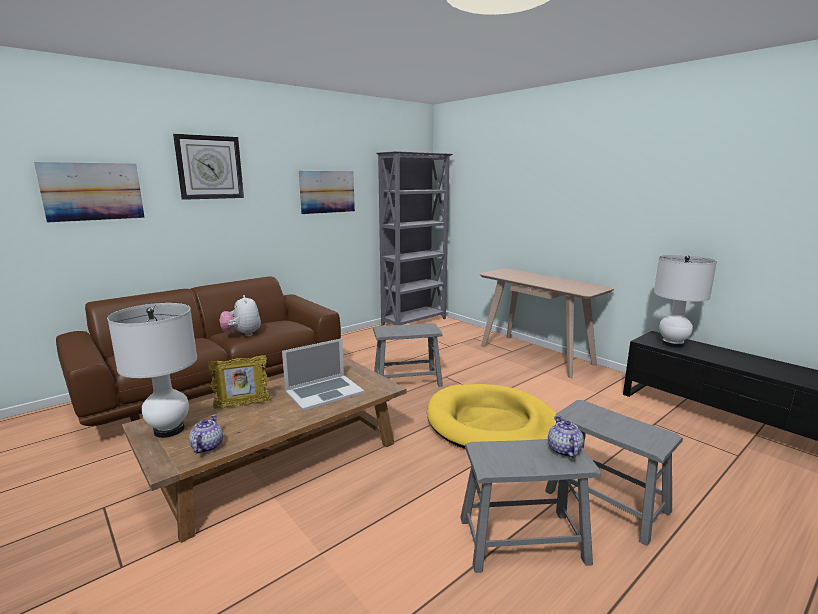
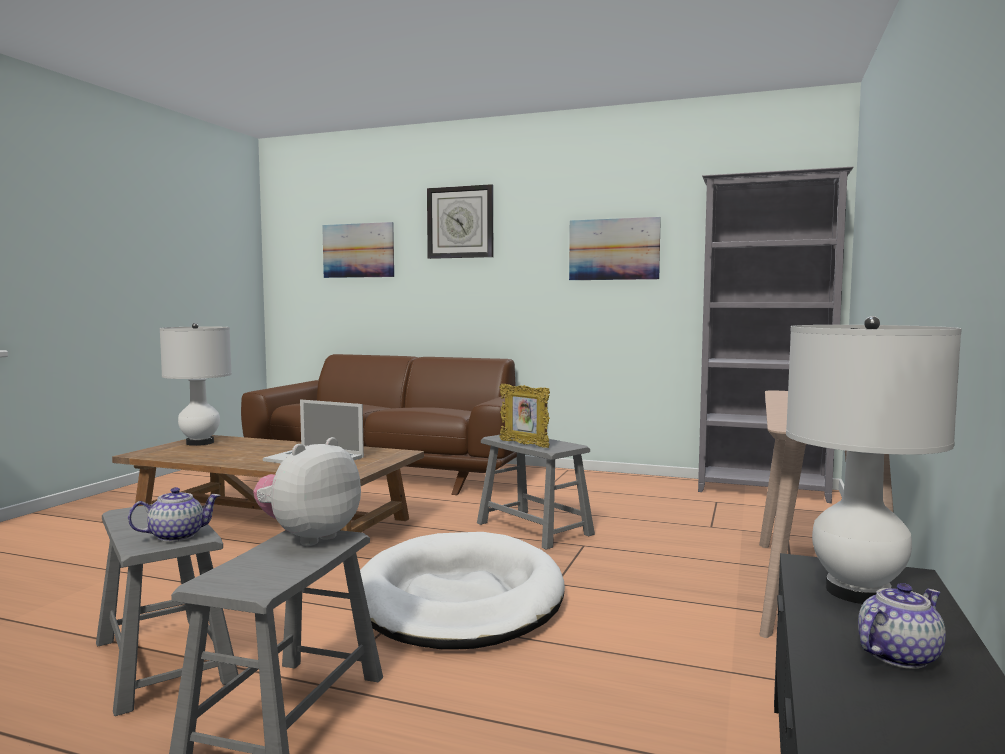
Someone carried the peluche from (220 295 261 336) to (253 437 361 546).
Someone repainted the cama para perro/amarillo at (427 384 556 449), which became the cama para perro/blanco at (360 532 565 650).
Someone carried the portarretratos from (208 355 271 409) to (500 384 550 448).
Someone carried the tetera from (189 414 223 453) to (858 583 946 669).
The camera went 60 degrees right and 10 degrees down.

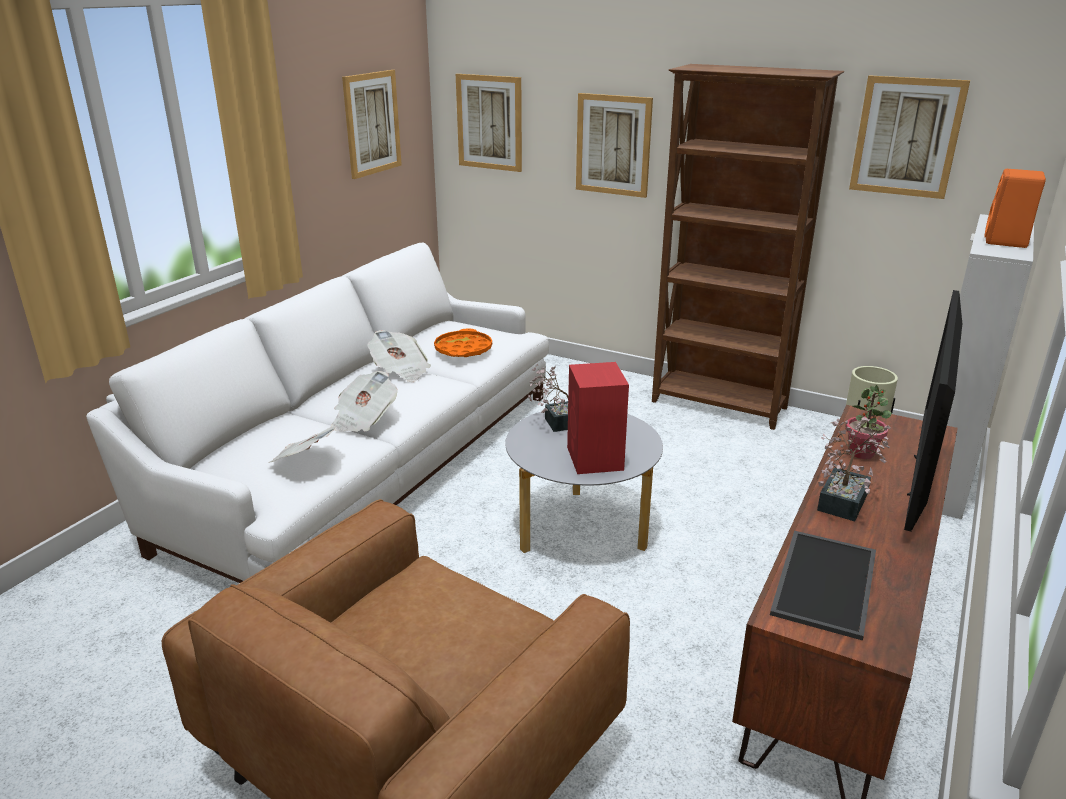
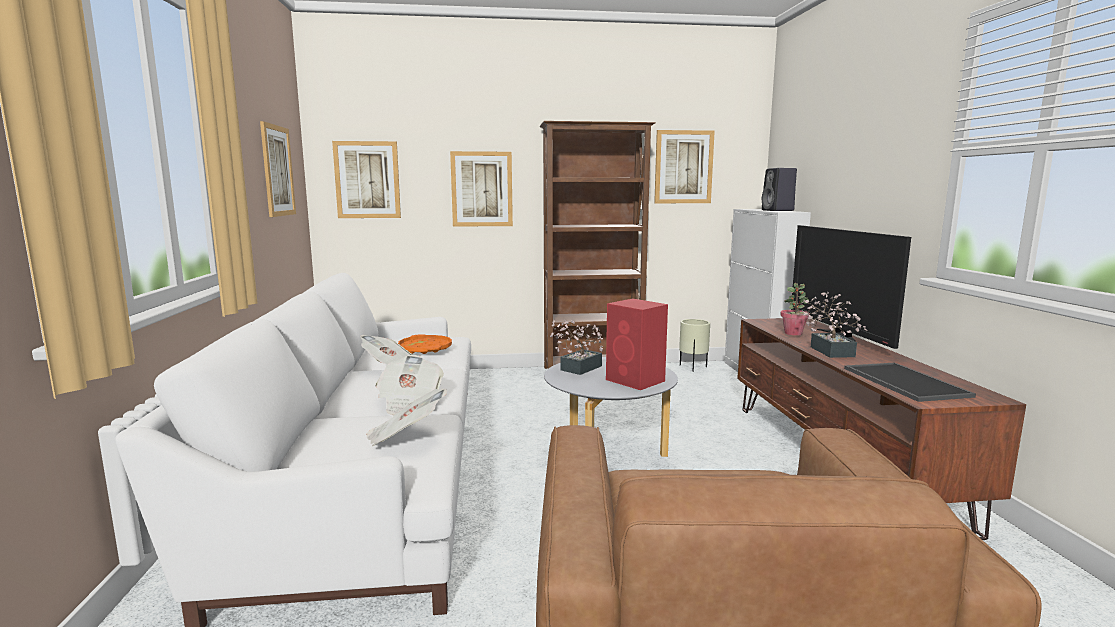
Someone repainted the altavoz/naranja at (984 169 1046 248), which became the altavoz/negro at (762 168 797 211).
The camera went 35 degrees left and 15 degrees down.

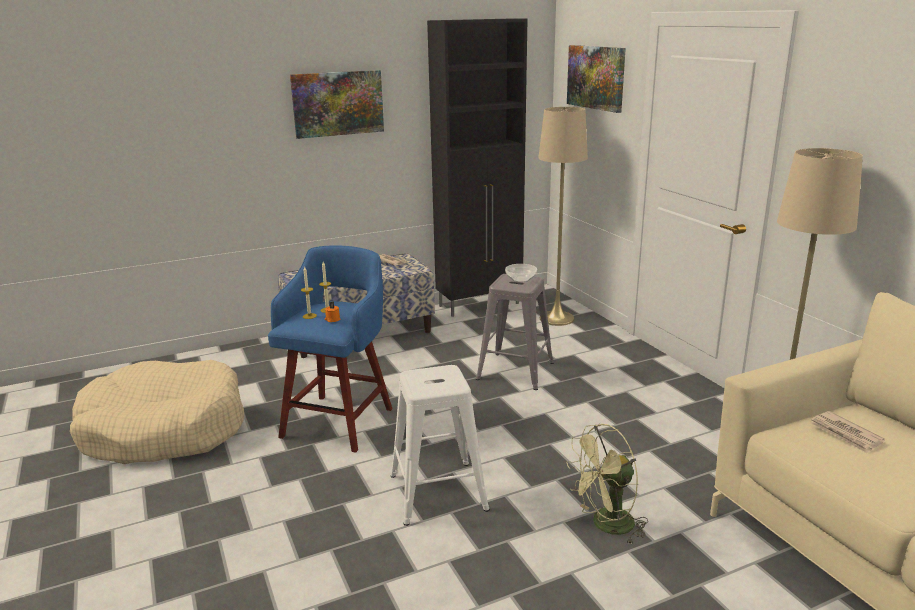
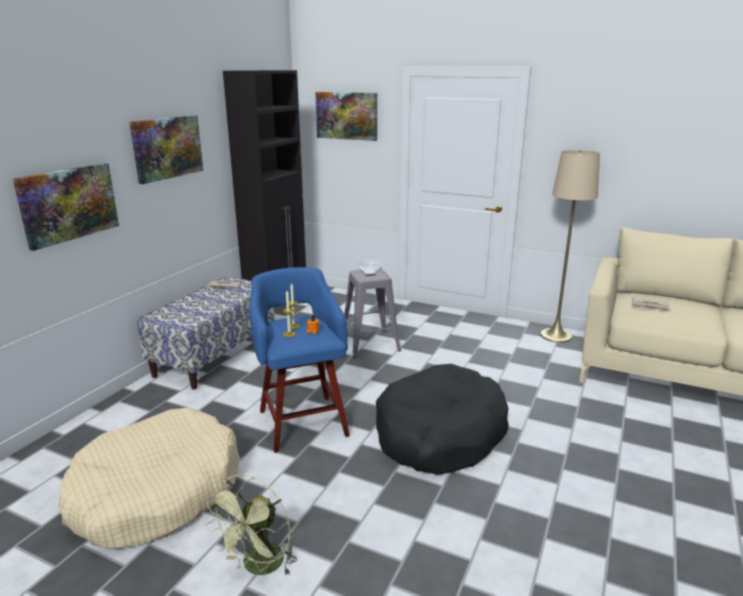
Someone put up the cuadro at (13 163 119 251).
Someone carried the ventilador/verde from (566 424 648 544) to (206 475 297 576).
Someone swapped the taburete/blanco at (390 365 490 526) for the cama para perro/negro at (376 364 509 475).
Someone took away the lámpara de pie/beis at (538 107 588 326).
The camera went 40 degrees left and 0 degrees up.

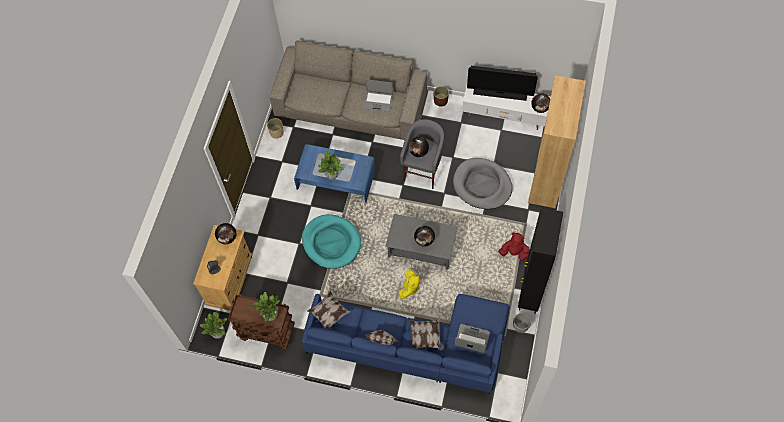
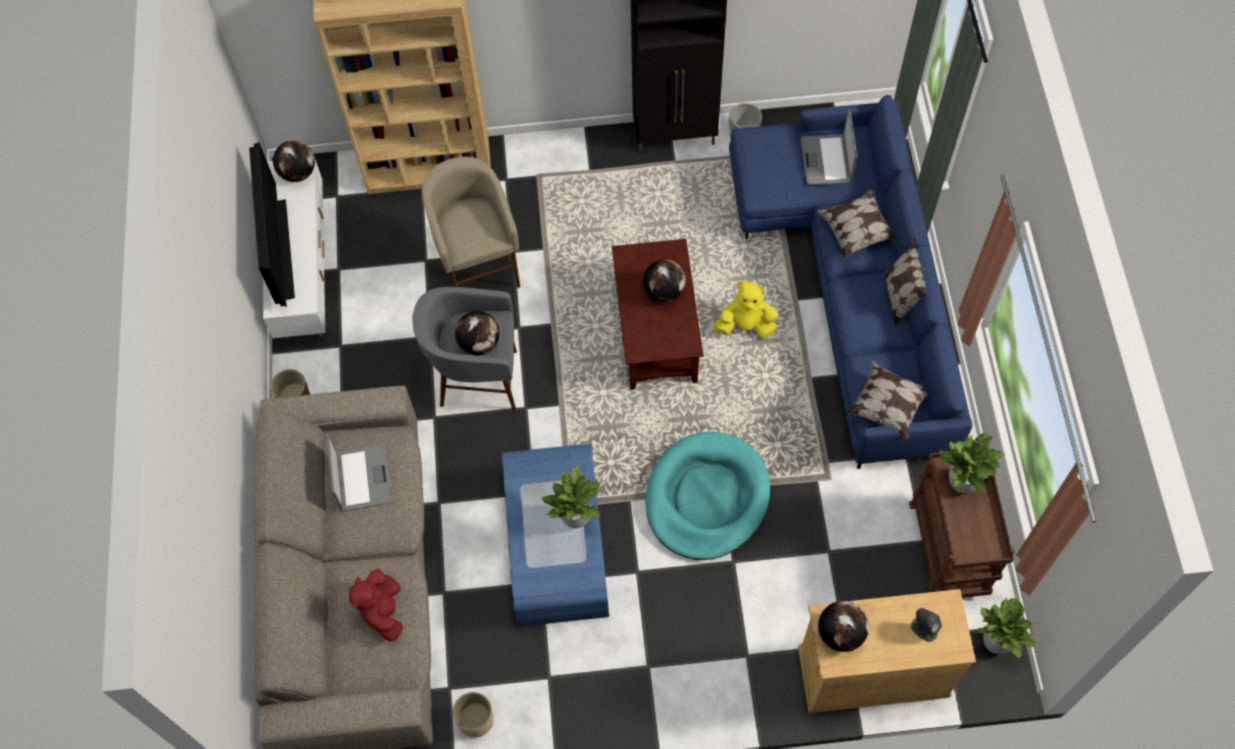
Someone carried the peluche/rojo from (498 233 530 261) to (349 569 403 641).
Someone swapped the cama para perro/gris at (453 158 513 209) for the taburete/beis at (422 157 520 288).
Someone repainted the mesa de centro/gris at (386 214 457 270), which became the mesa de centro/marrón at (612 239 704 390).
The camera went 110 degrees left and 0 degrees up.

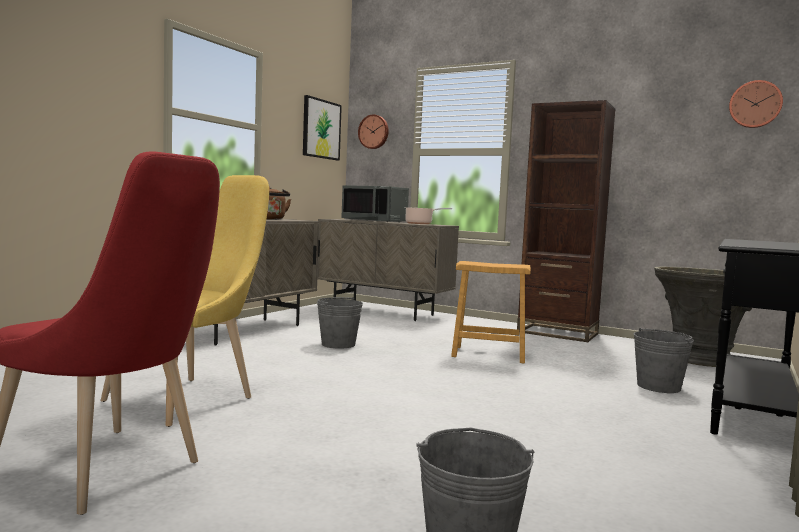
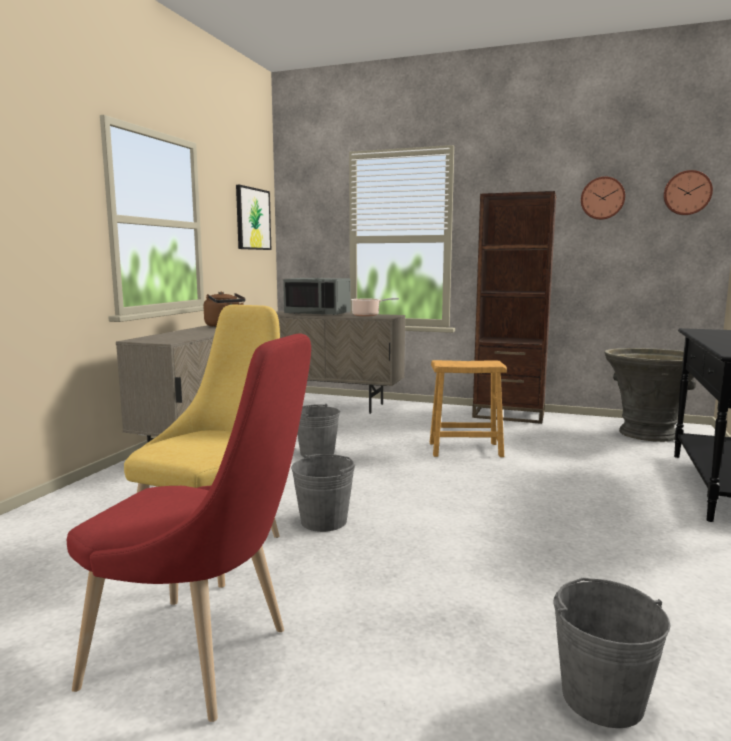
Someone carried the cubo/gris from (634 328 694 393) to (291 454 355 532).
Someone carried the reloj de pared from (358 114 389 149) to (581 177 625 220).
The camera went 10 degrees left and 5 degrees up.

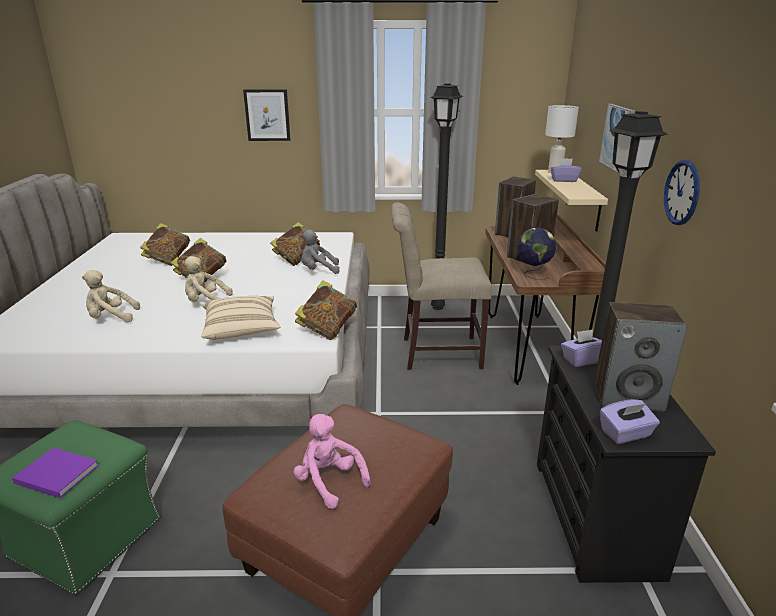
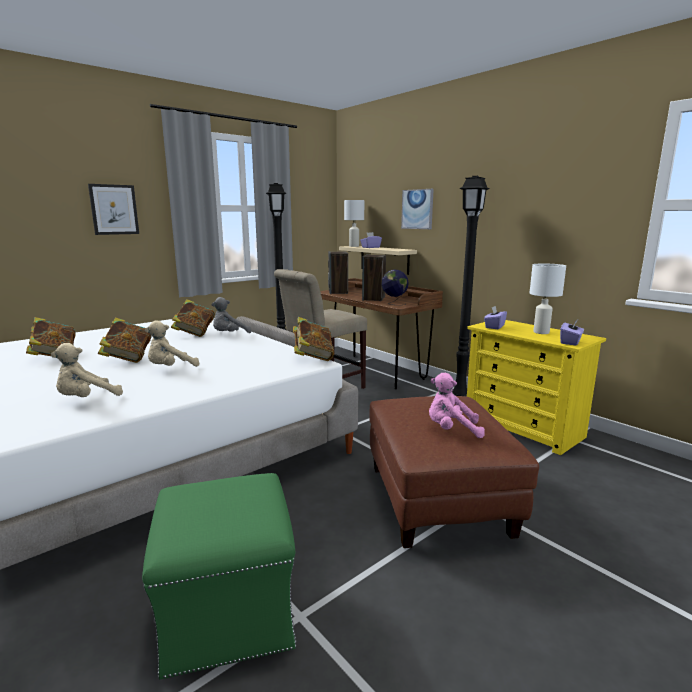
Someone repainted the cómoda/negro at (537 346 716 583), which became the cómoda/amarillo at (467 320 606 455).
Someone swapped the altavoz at (594 302 687 411) for the lámpara de mesa/blanco at (530 263 566 334).
Someone took away the libro/morado at (12 448 99 498).
Someone took away the cojín/beis at (201 296 280 340).
Someone took away the reloj de pared at (664 160 700 225).
The camera went 40 degrees left and 10 degrees down.

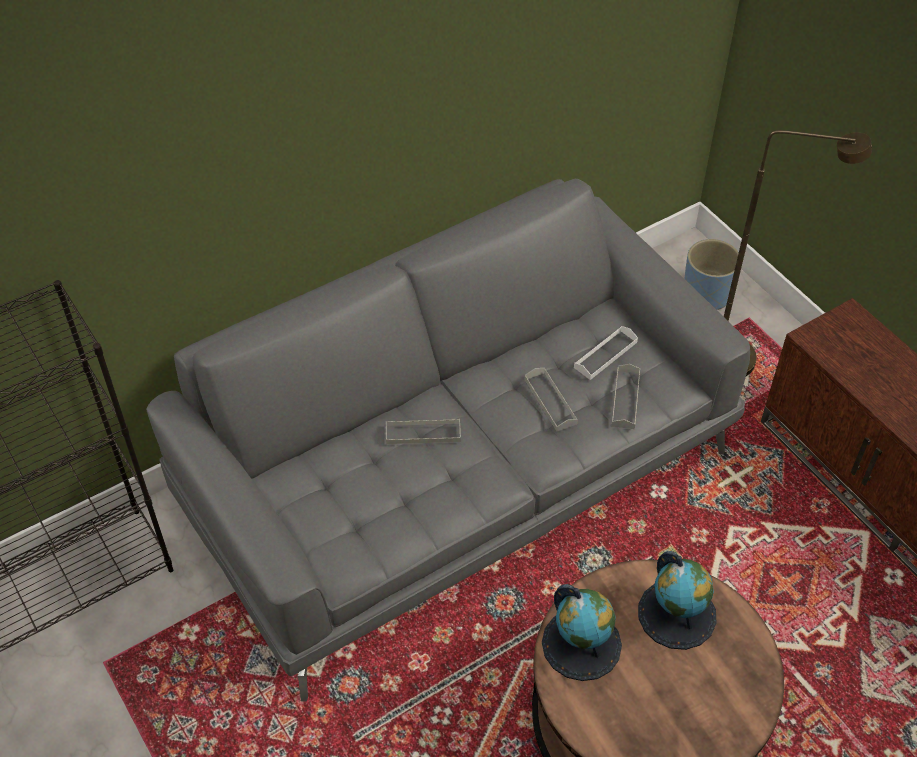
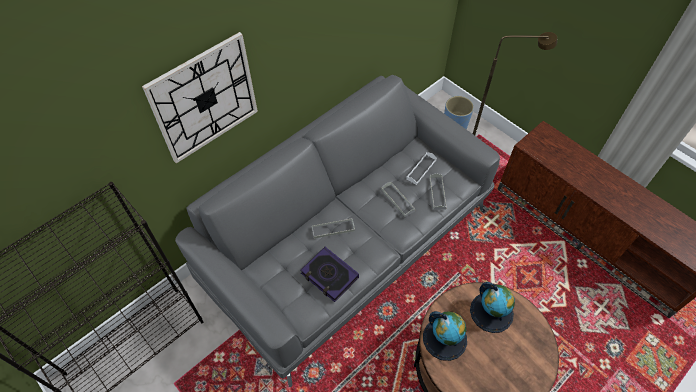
Someone put up the reloj de pared at (142 32 258 163).
Someone put down the libro at (301 247 359 302).
The camera went 10 degrees left and 5 degrees up.

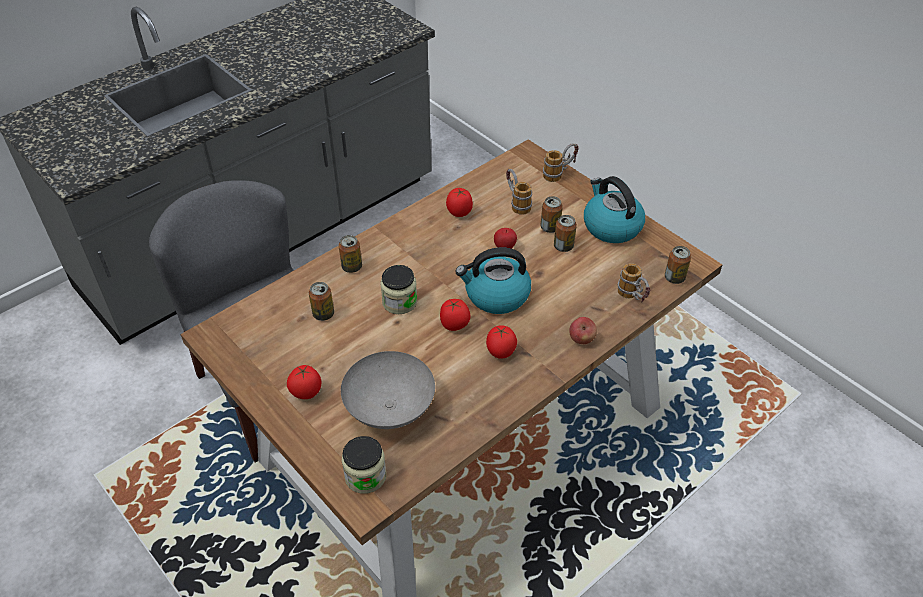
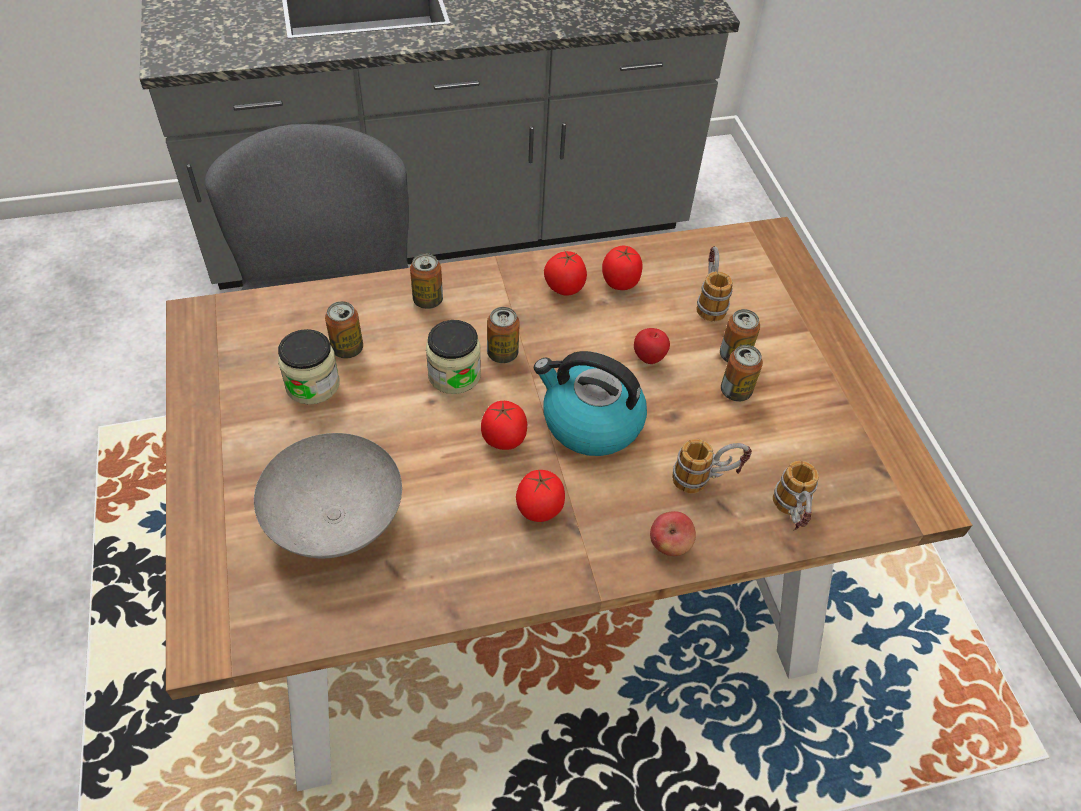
Someone carried the tarro from (342 436 386 494) to (278 329 340 405).
Someone carried the lata from (665 246 691 284) to (487 307 520 363).
Someone carried the tomate from (287 365 321 399) to (544 251 587 296).
Someone carried the taza grande from (543 143 579 182) to (672 439 752 494).
Someone took away the hervidor at (584 176 645 243).
The camera went 25 degrees right and 5 degrees up.

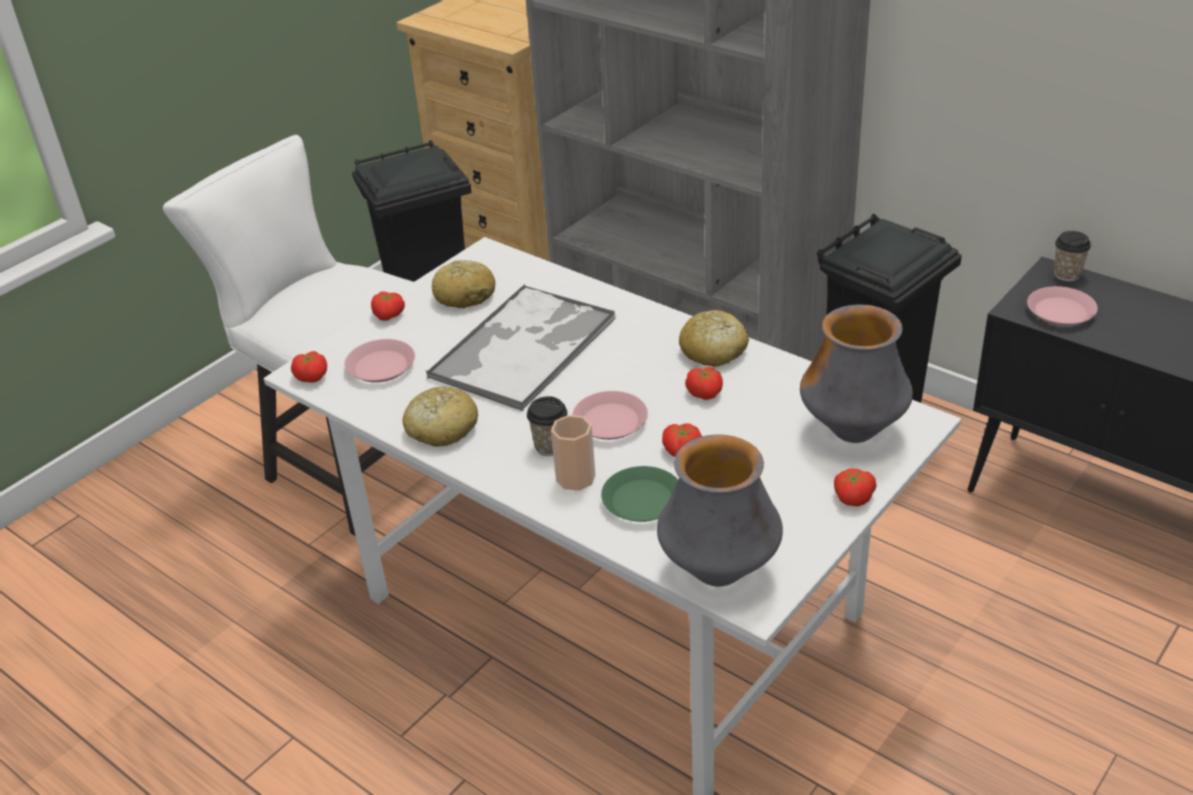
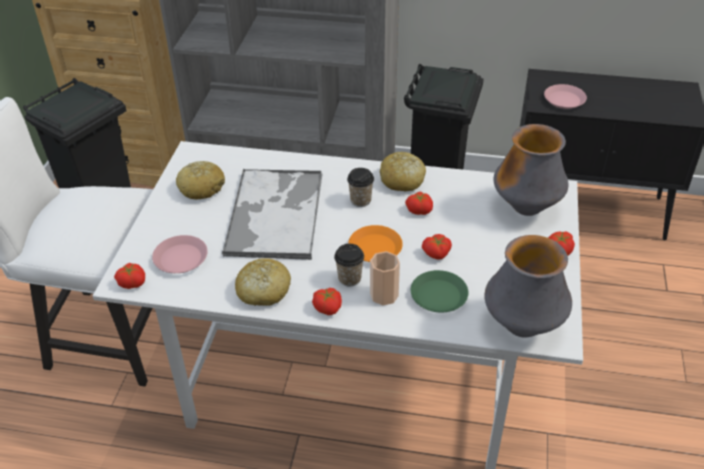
Someone carried the tomate from (371 291 405 321) to (312 288 342 315).
Someone carried the taza from (1054 231 1091 281) to (347 168 374 207).
Someone repainted the plato/rosa at (572 391 648 440), which became the plato/naranja at (348 225 403 262).
The camera went 30 degrees left and 5 degrees up.

